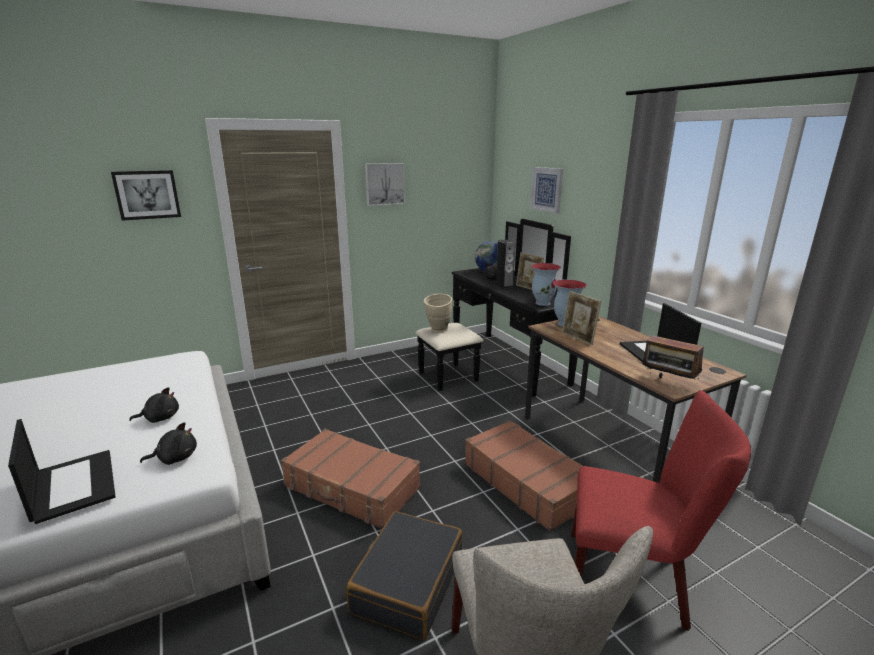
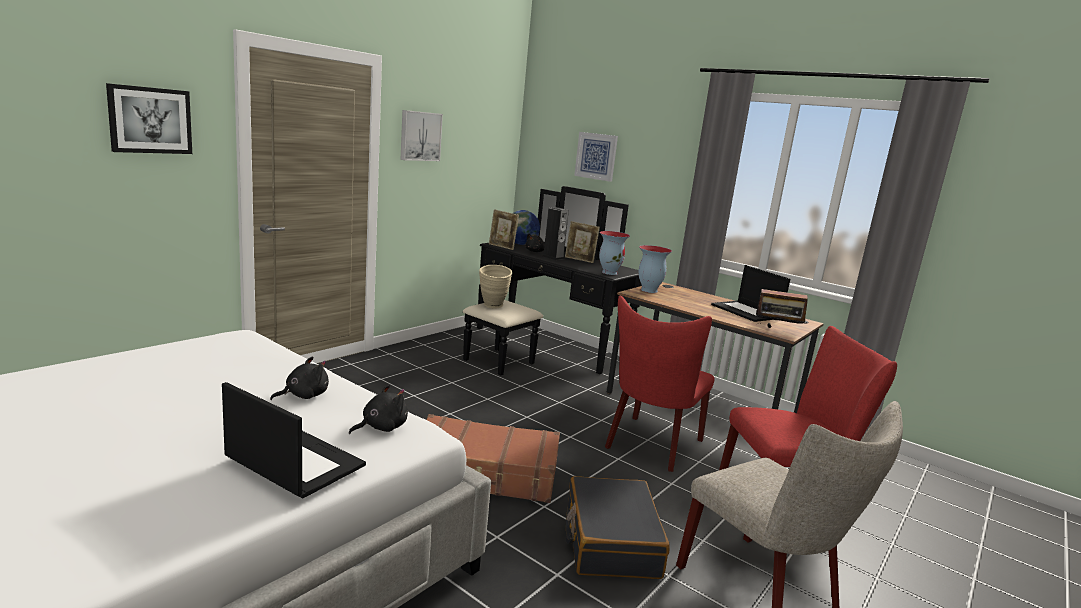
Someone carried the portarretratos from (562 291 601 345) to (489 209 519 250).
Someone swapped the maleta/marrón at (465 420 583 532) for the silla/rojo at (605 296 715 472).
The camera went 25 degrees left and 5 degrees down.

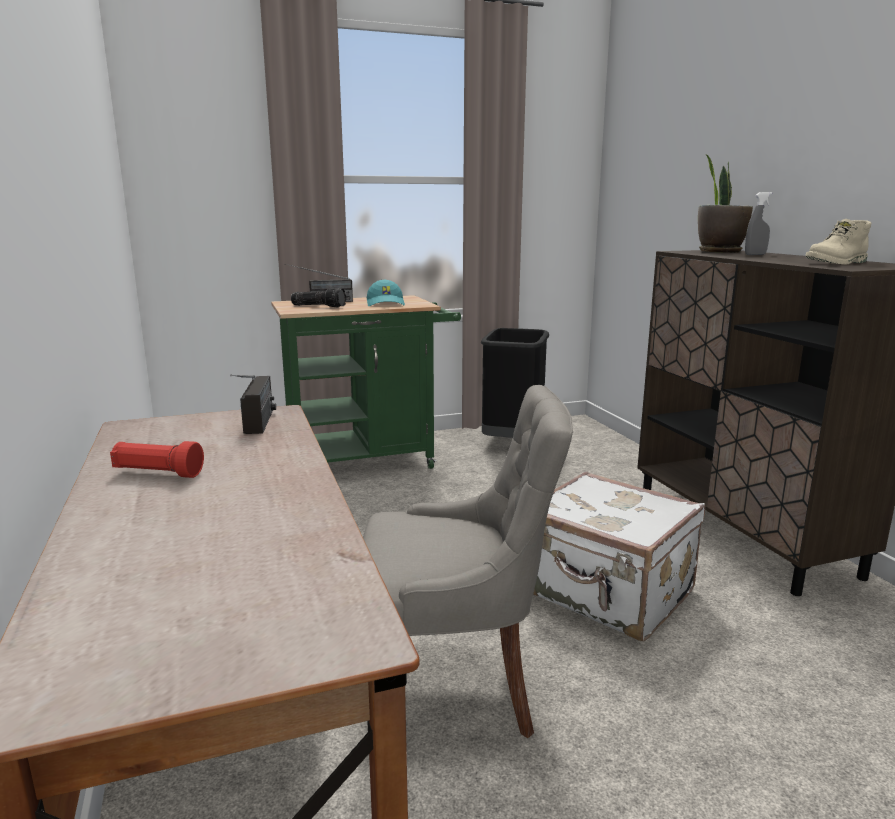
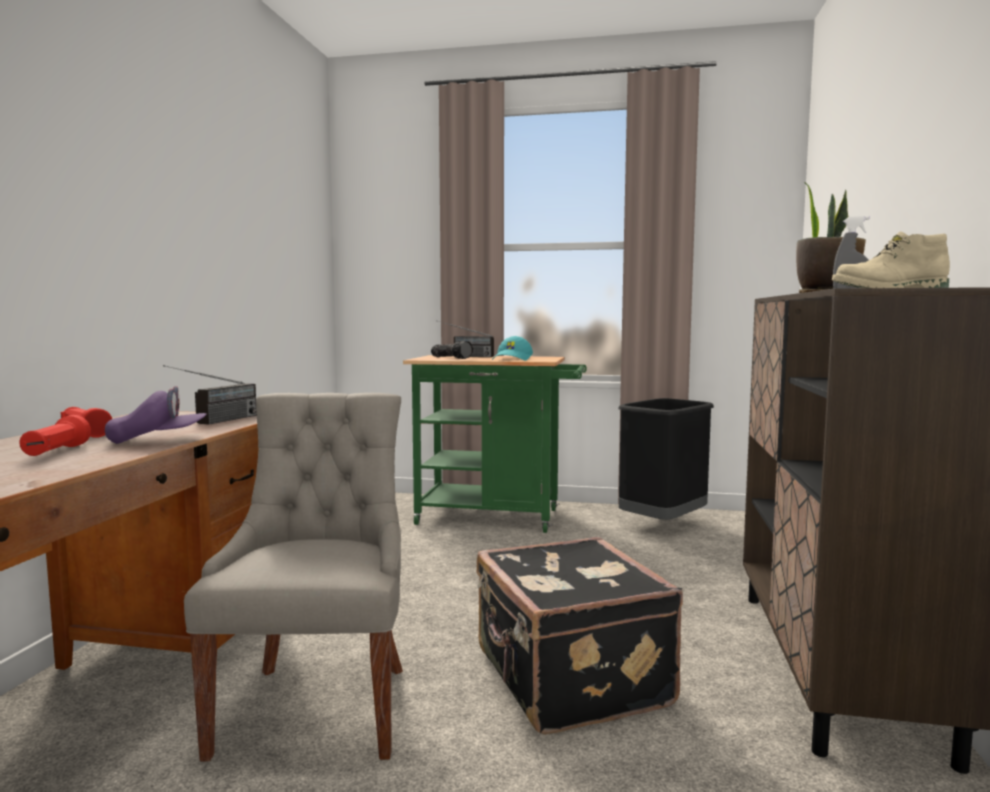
Someone put down the linterna/rojo at (19 415 91 456).
Someone put down the gorra/morado at (105 386 206 444).
Someone rotated the silla/gris at (363 385 573 738) by 120 degrees counterclockwise.
Someone repainted the maleta/blanco at (533 471 705 641), which became the maleta/negro at (477 537 683 735).
The camera went 30 degrees right and 10 degrees down.

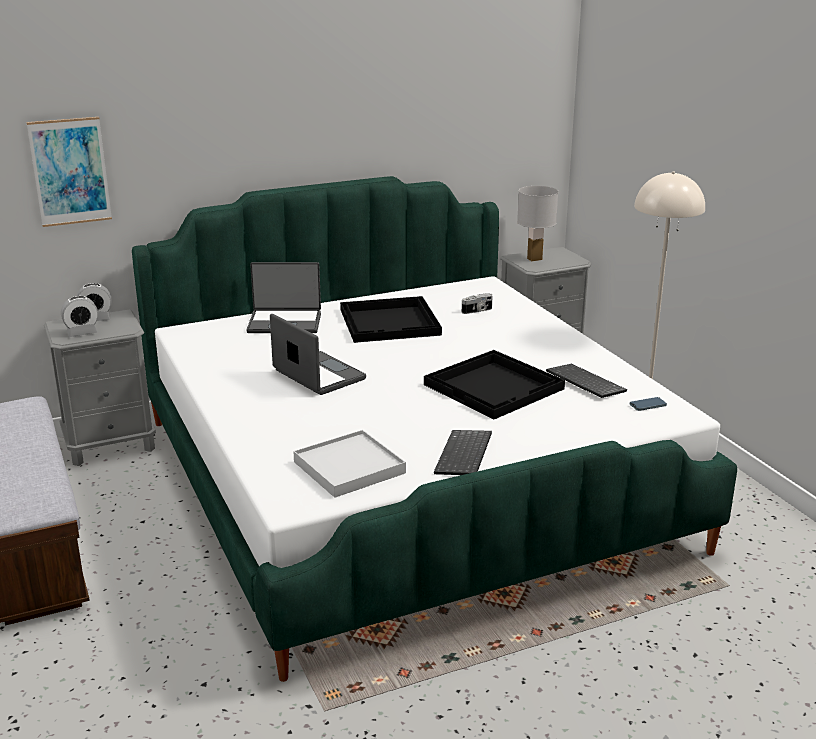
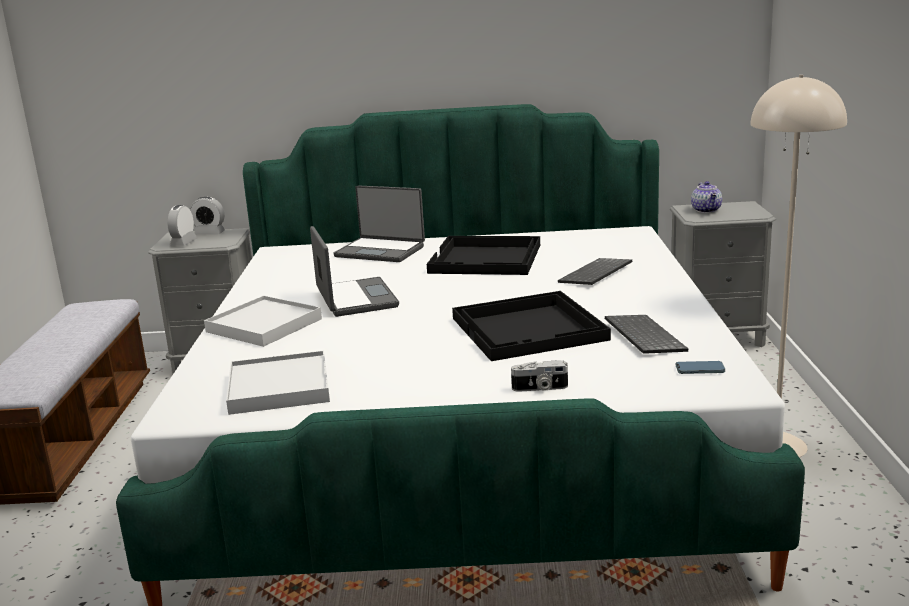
Someone rotated the despertador at (61 296 98 337) by 105 degrees clockwise.
Someone put down the bandeja/blanco at (204 295 322 347).
Someone carried the cámara from (462 293 493 314) to (511 360 568 392).
Someone carried the teclado from (434 430 492 475) to (558 258 632 285).
Someone swapped the lámpara de mesa/blanco at (517 186 558 261) for the tetera at (691 181 722 213).
Someone took away the cuadro at (26 117 112 227).
The camera went 25 degrees right and 5 degrees down.

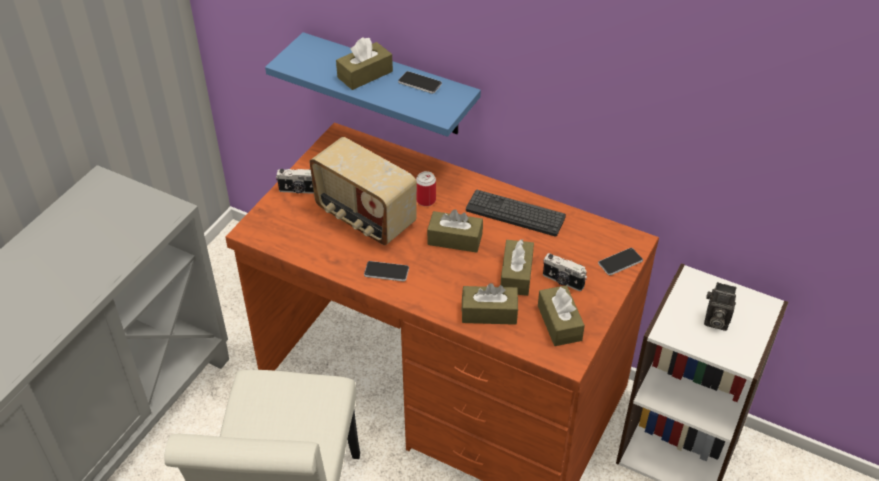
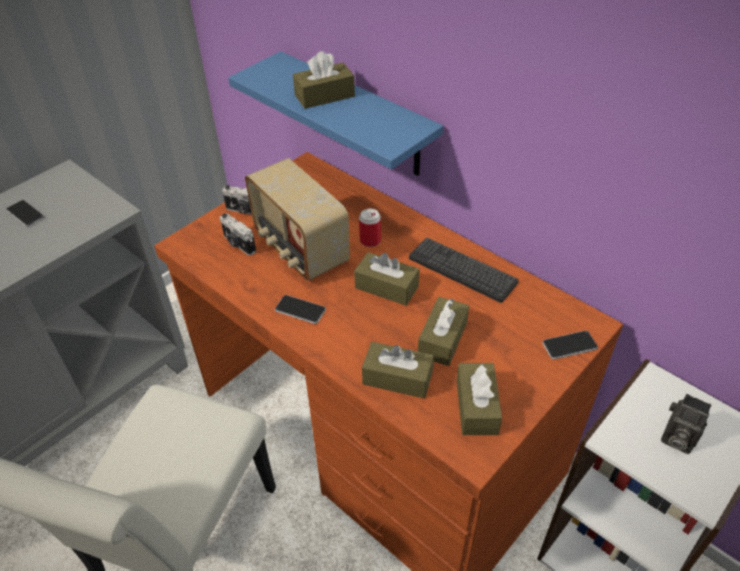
Someone carried the móvil from (398 71 442 94) to (6 200 45 227).
Someone carried the cámara from (543 253 587 291) to (220 213 256 256).
The camera went 15 degrees right and 0 degrees up.

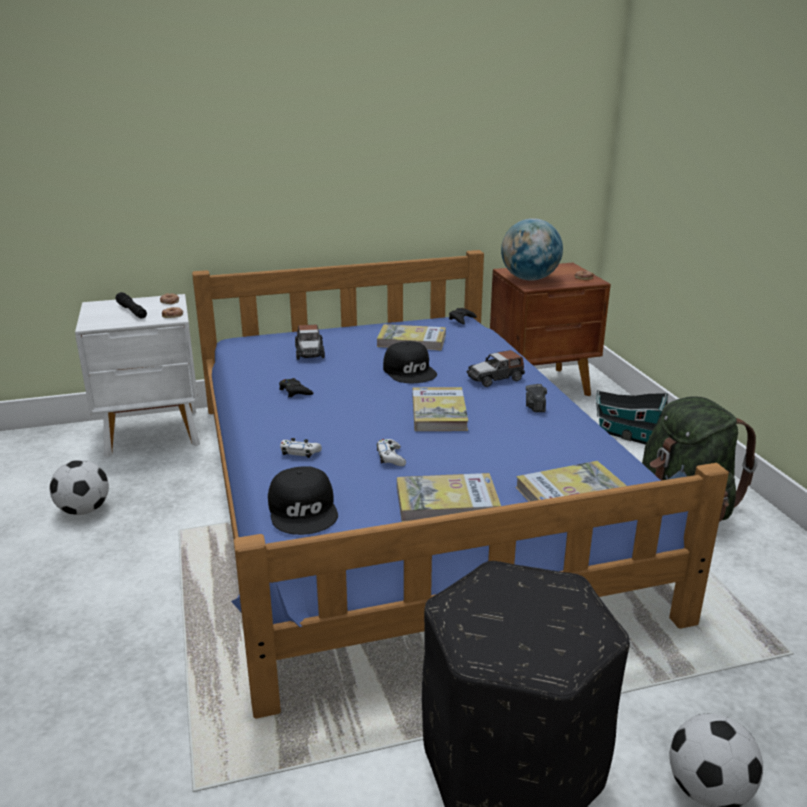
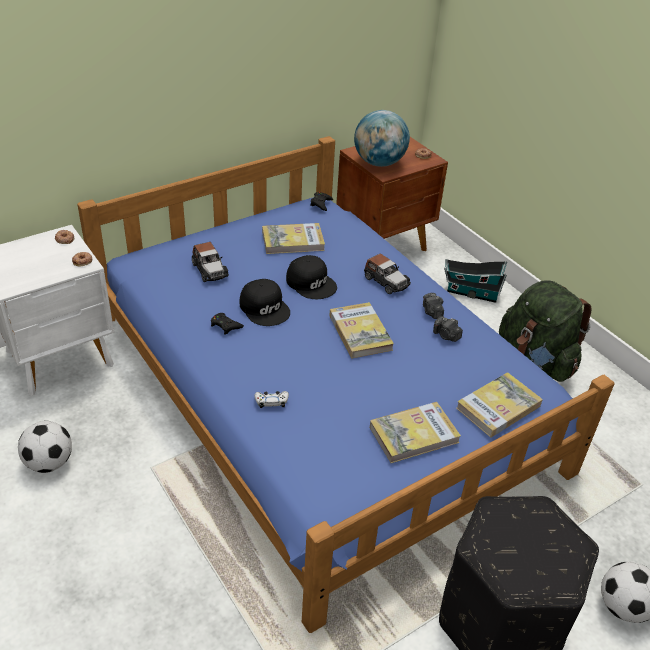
Someone carried the gorra/negro from (268 466 338 535) to (240 279 290 326).
Someone rotated the coche de juguete at (467 350 525 387) by 90 degrees counterclockwise.
Someone put down the cámara at (433 316 463 342).
Someone took away the linterna/negro at (115 292 147 318).
Someone took away the mando de consola/blanco at (377 439 406 466).
The camera went 20 degrees left and 15 degrees up.

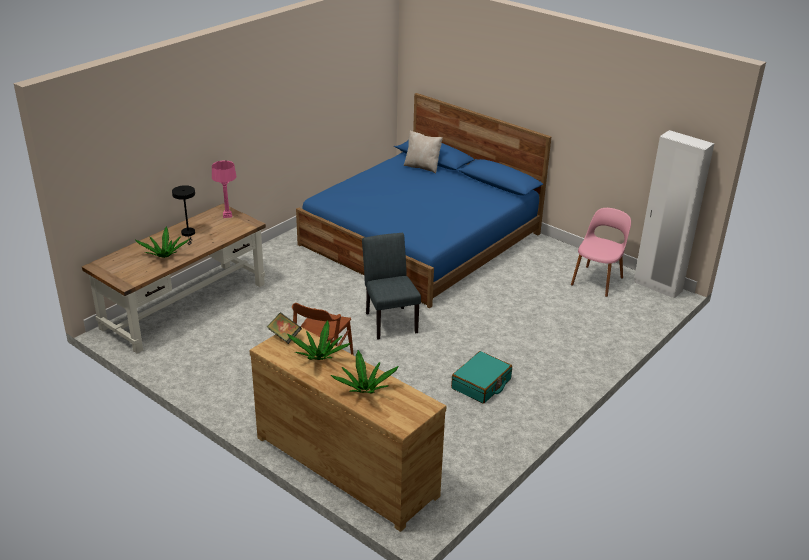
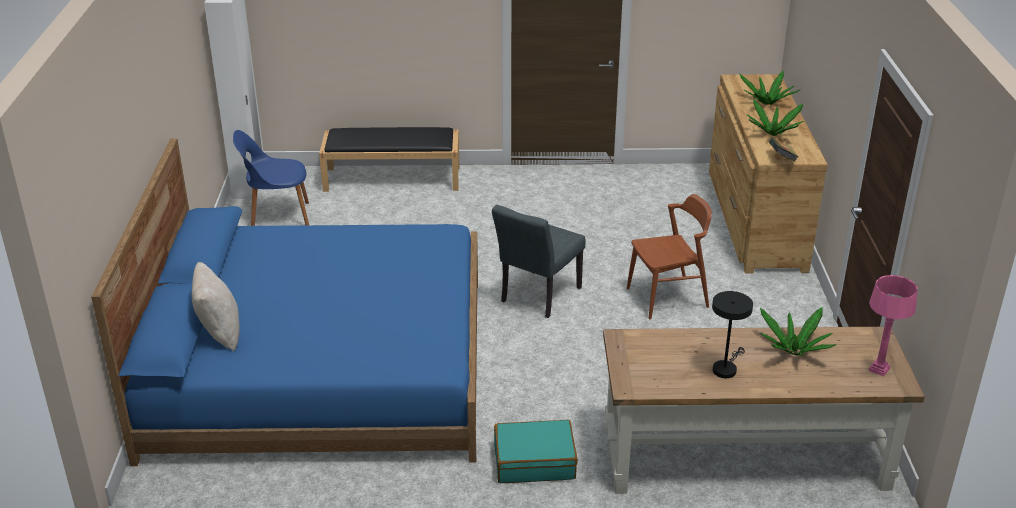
Someone repainted the silla/rosa at (571 208 631 297), which became the silla/azul at (233 130 309 226).
Someone put down the banco/negro at (319 127 459 192).
Someone carried the maleta/turquesa from (451 351 512 404) to (494 420 577 483).
Someone carried the lámpara de mesa/rosa from (212 160 236 218) to (868 275 918 377).
The camera went 130 degrees left and 0 degrees up.

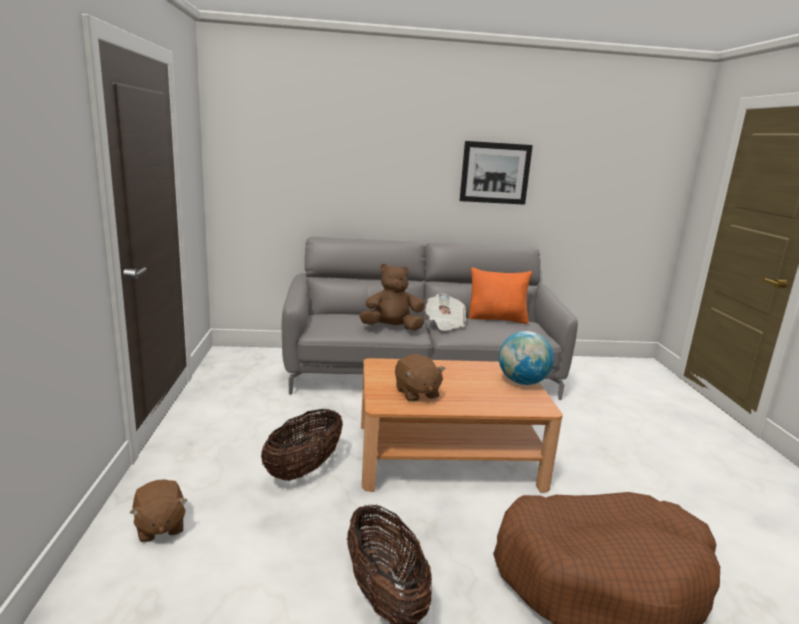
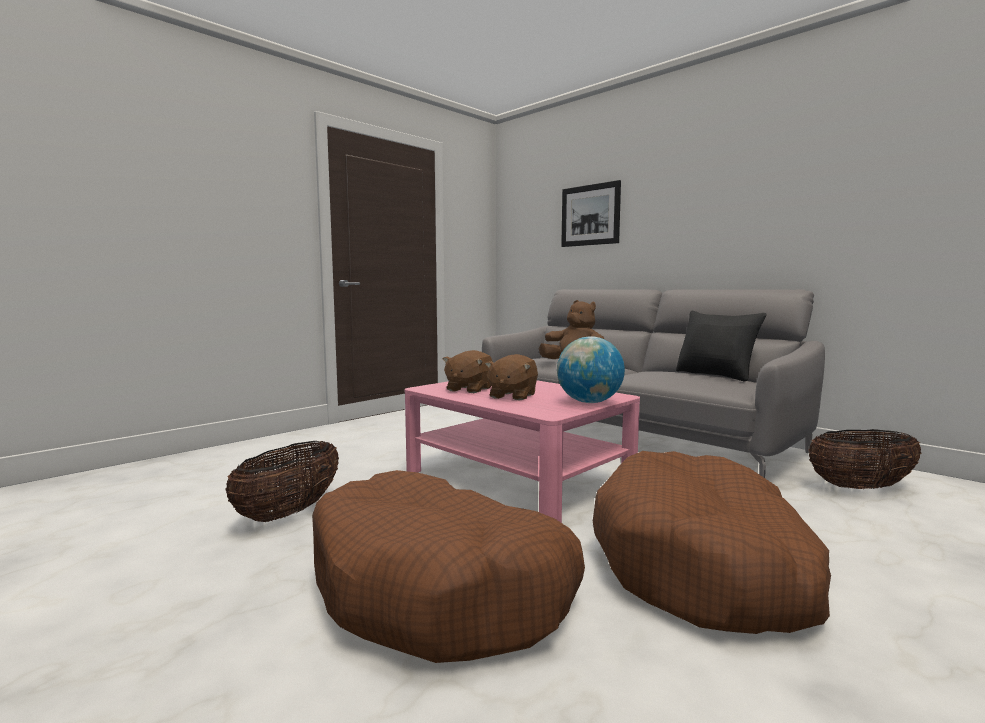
Someone repainted the mesa de centro/marrón at (361 358 563 493), which became the mesa de centro/rosa at (405 381 640 523).
Someone carried the peluche/marrón from (130 479 187 542) to (485 354 538 400).
Someone carried the cuadro from (460 141 533 205) to (561 180 621 247).
Someone put down the cama para perro/marrón at (593 451 831 634).
Someone repainted the cojín/naranja at (469 267 532 324), which became the cojín/negro at (676 311 767 381).
Someone carried the cesta from (261 408 343 481) to (808 429 921 489).
Someone took away the periódico at (425 293 466 331).
The camera went 50 degrees right and 10 degrees down.

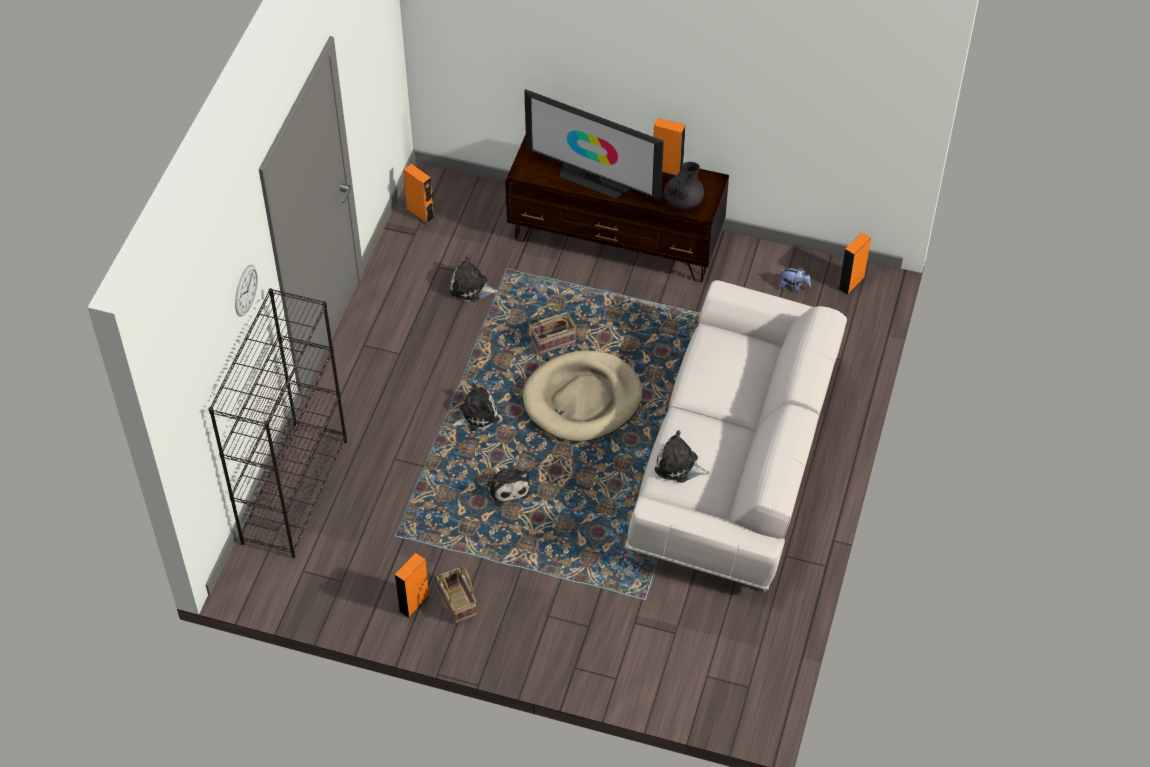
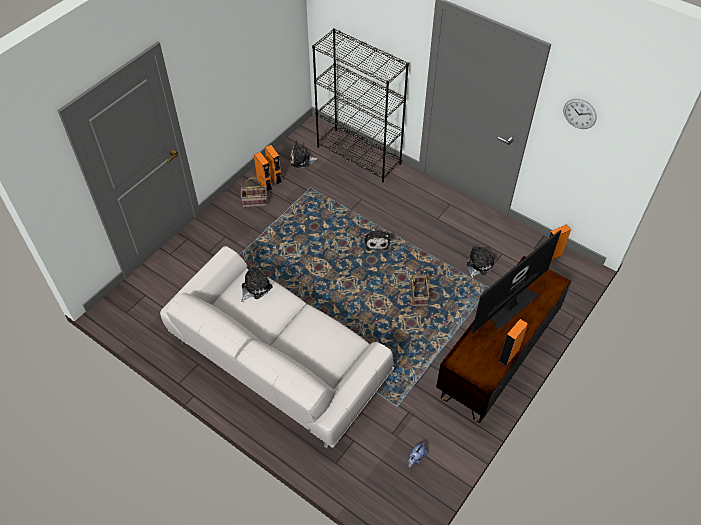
Someone carried the altavoz/naranja from (838 232 871 295) to (265 145 282 185).
Someone carried the peluche from (487 466 530 506) to (290 141 319 168).
Someone carried the reloj de pared from (235 264 258 317) to (563 98 597 129).
Someone took away the cama para perro/beis at (523 350 642 442).
Someone took away the tetera/negro at (664 162 704 209).
The camera went 110 degrees right and 0 degrees up.

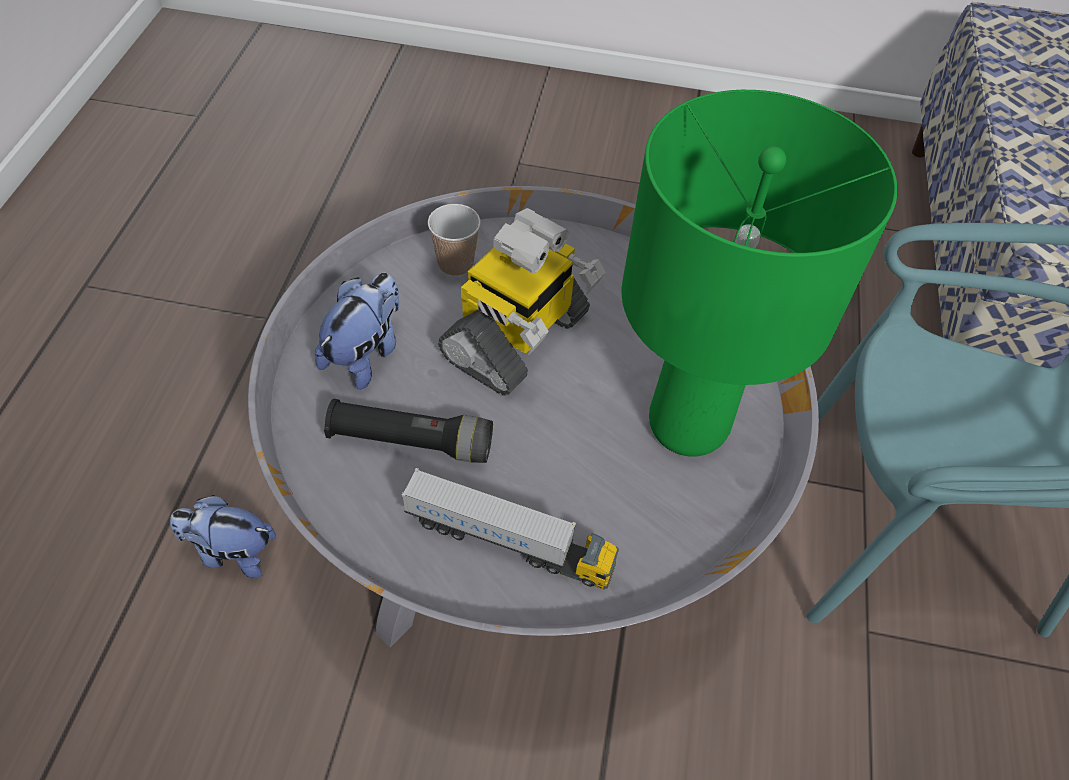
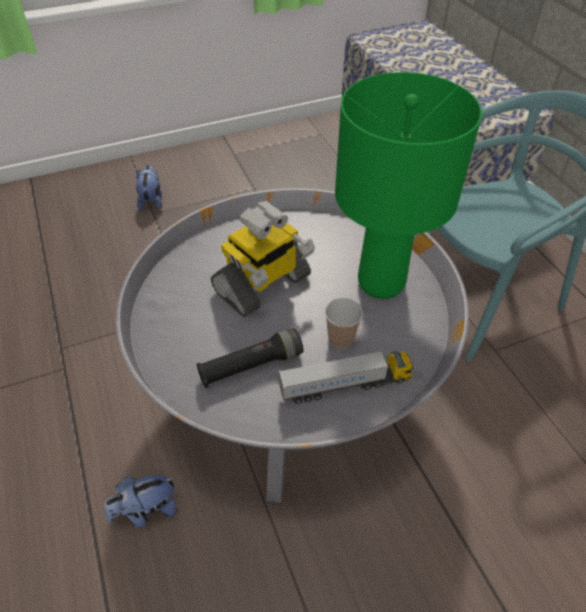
Someone carried the peluche from (315 273 399 390) to (136 165 162 211).
Someone rotated the robot de juguete at (438 208 605 396) by 45 degrees clockwise.
Someone carried the taza from (428 204 481 277) to (325 298 363 349).
The camera went 30 degrees left and 5 degrees down.

